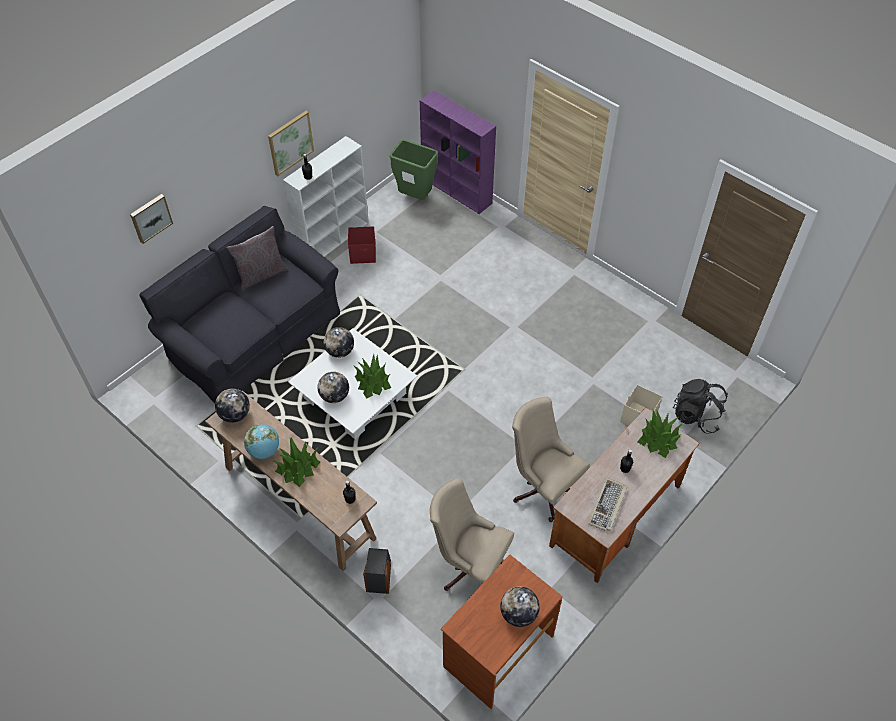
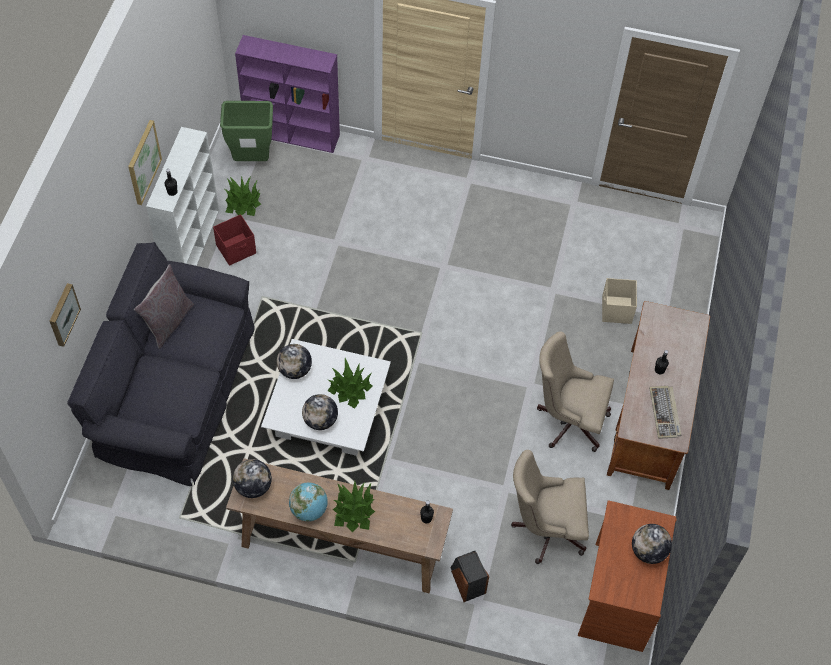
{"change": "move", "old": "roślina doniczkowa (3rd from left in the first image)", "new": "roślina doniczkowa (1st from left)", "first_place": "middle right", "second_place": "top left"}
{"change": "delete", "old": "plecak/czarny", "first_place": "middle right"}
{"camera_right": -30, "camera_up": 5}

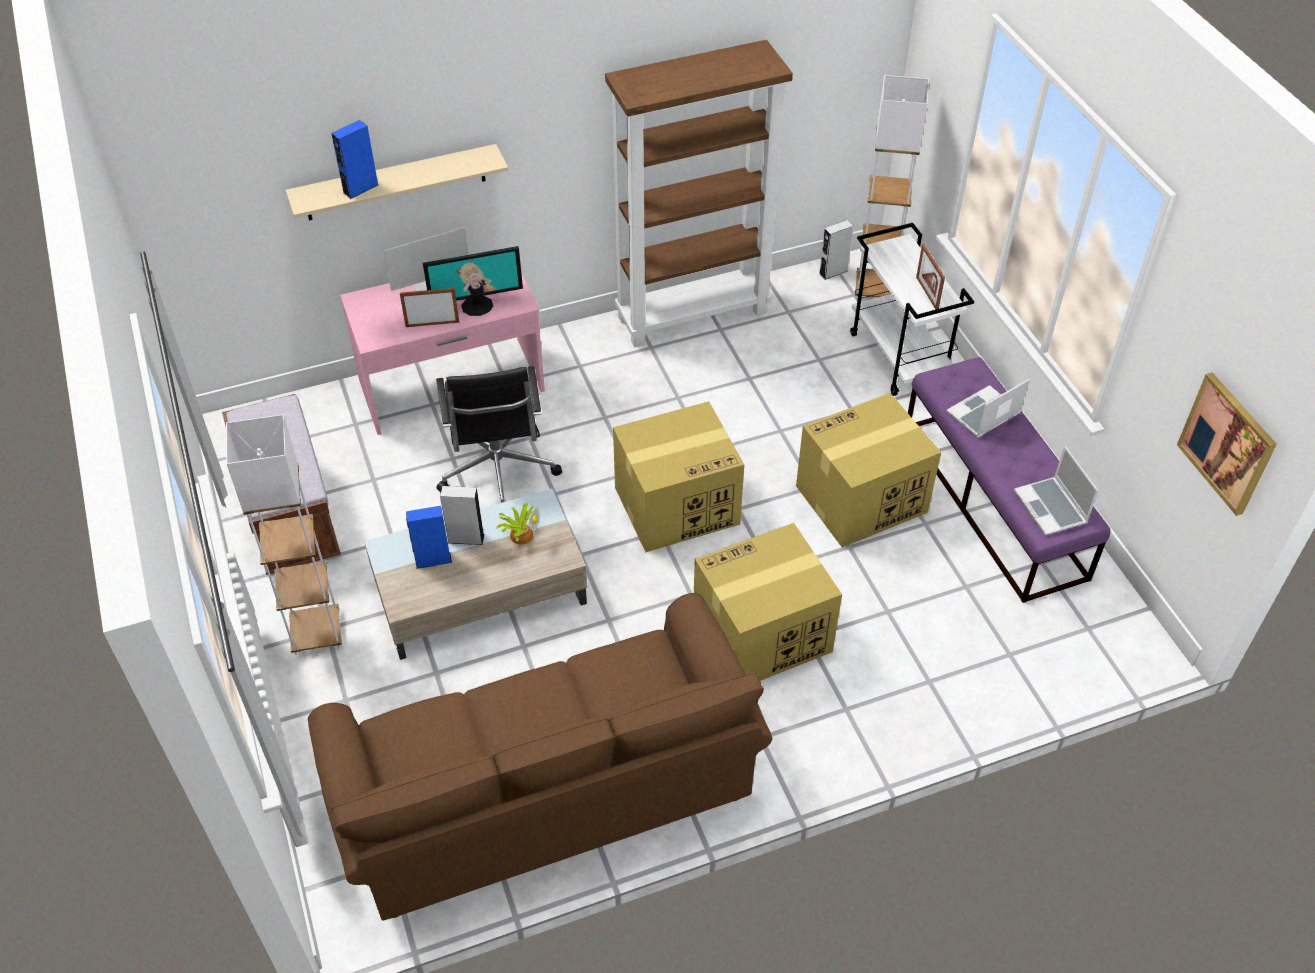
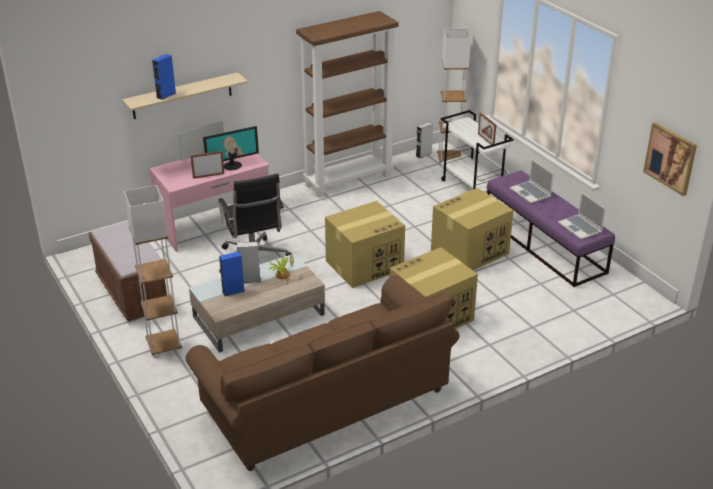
{"change": "rotate", "old": "laptop (1st from left)", "first_place": "middle right", "second_place": "middle right", "degrees": -75}
{"camera_right": -10, "camera_up": -15}

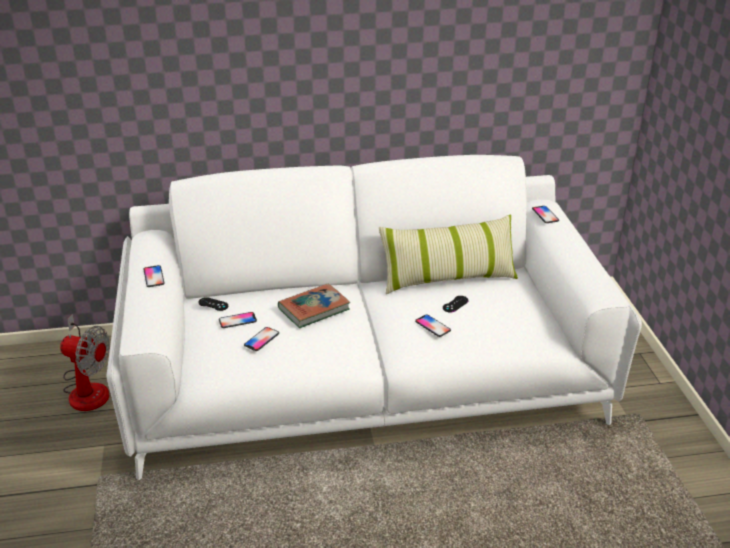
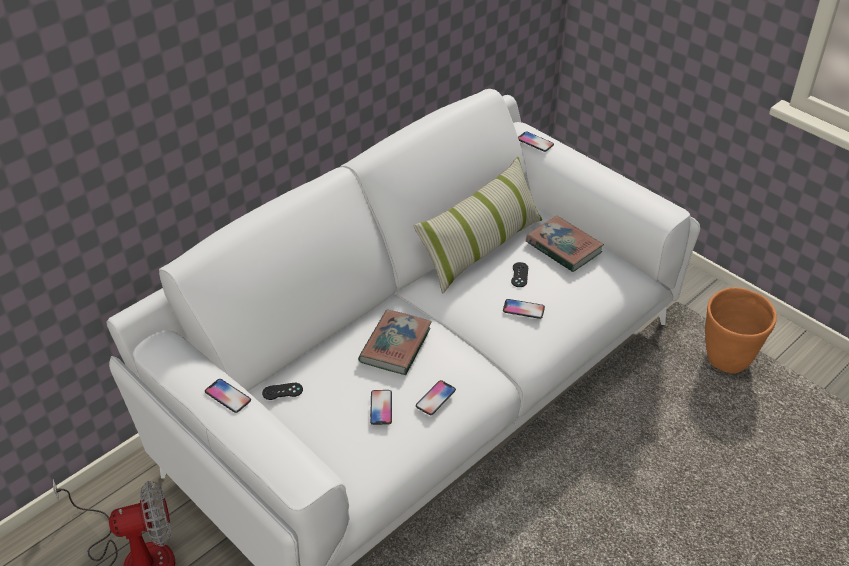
{"change": "move", "old": "telefon (2nd from left in the first image)", "new": "telefon (3rd from left)", "first_place": "middle left", "second_place": "bottom centre"}
{"change": "insert", "new": "książka (2nd from left)", "second_place": "centre"}
{"change": "insert", "new": "donica/pomarańczowy", "second_place": "middle right"}
{"camera_right": -35, "camera_up": 10}

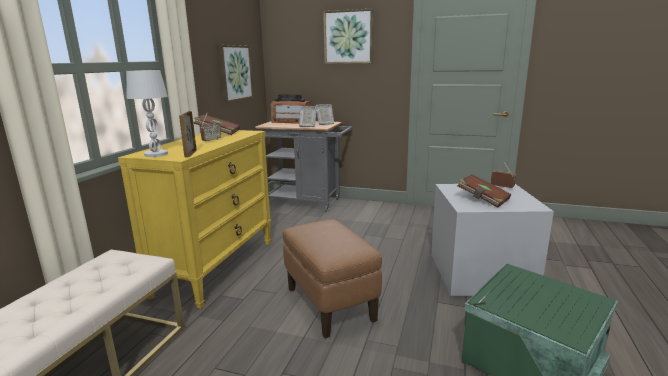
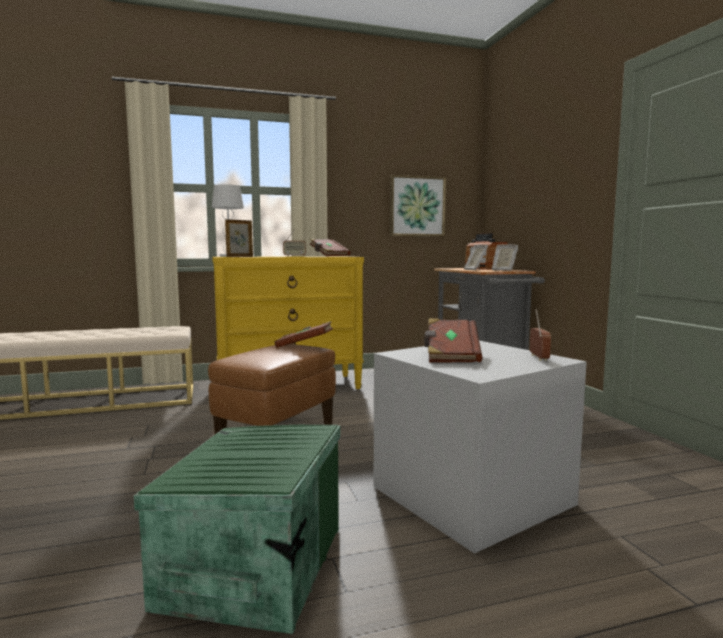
{"change": "delete", "old": "obraz (2nd from left)", "first_place": "top centre"}
{"change": "insert", "new": "książka/brązowy (1st from left)", "second_place": "centre"}
{"camera_right": 55, "camera_up": -10}

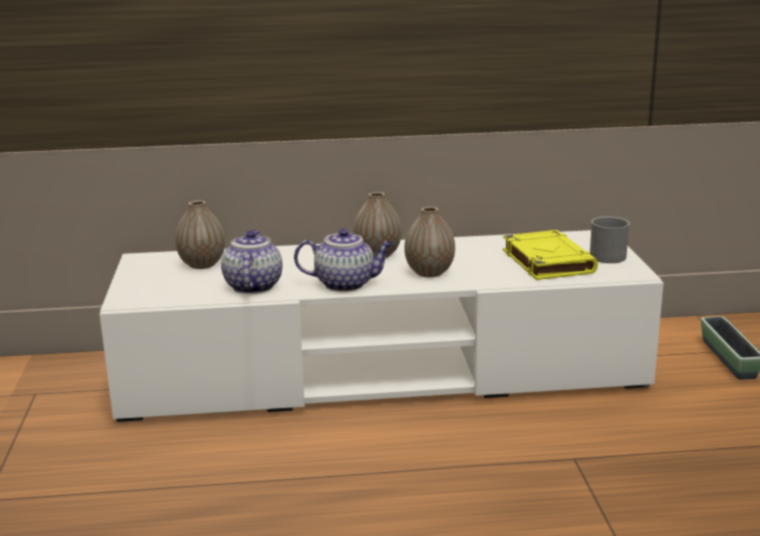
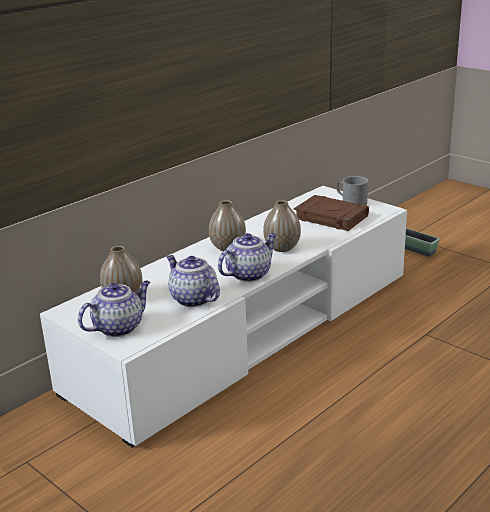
{"change": "recolor", "old": "książka/żółty", "new": "książka/brązowy", "first_place": "middle right", "second_place": "middle right"}
{"change": "insert", "new": "imbryk (1st from left)", "second_place": "middle left"}
{"camera_right": -40, "camera_up": 5}

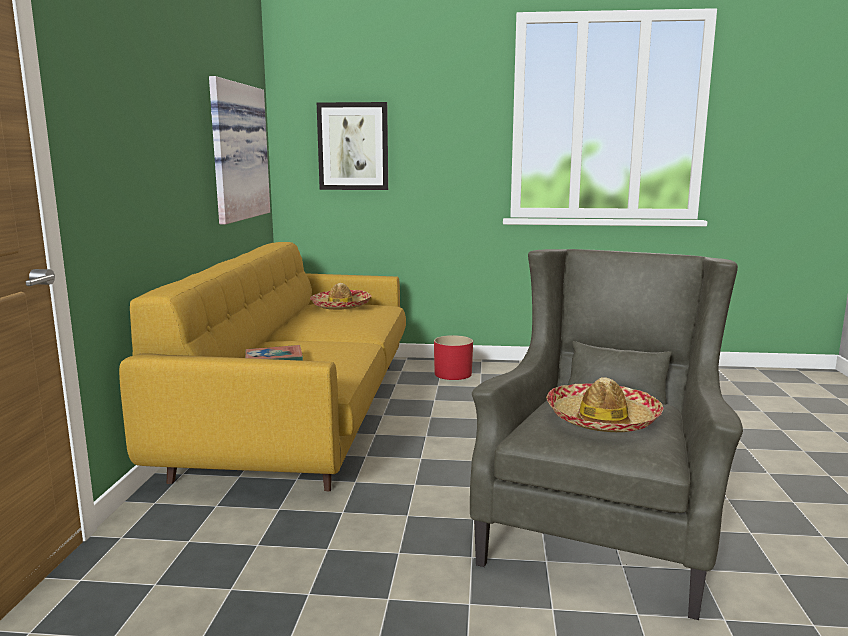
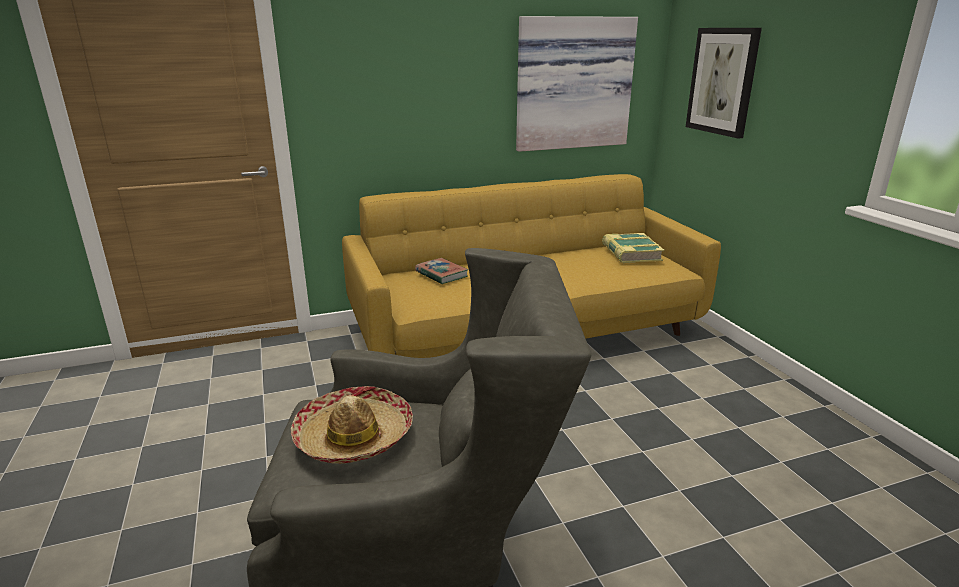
{"change": "replace", "old": "kapelusz (1st from left)", "new": "książka (2nd from left)", "first_place": "centre", "second_place": "centre"}
{"change": "delete", "old": "donica/czerwony", "first_place": "centre"}
{"camera_right": 65, "camera_up": 10}

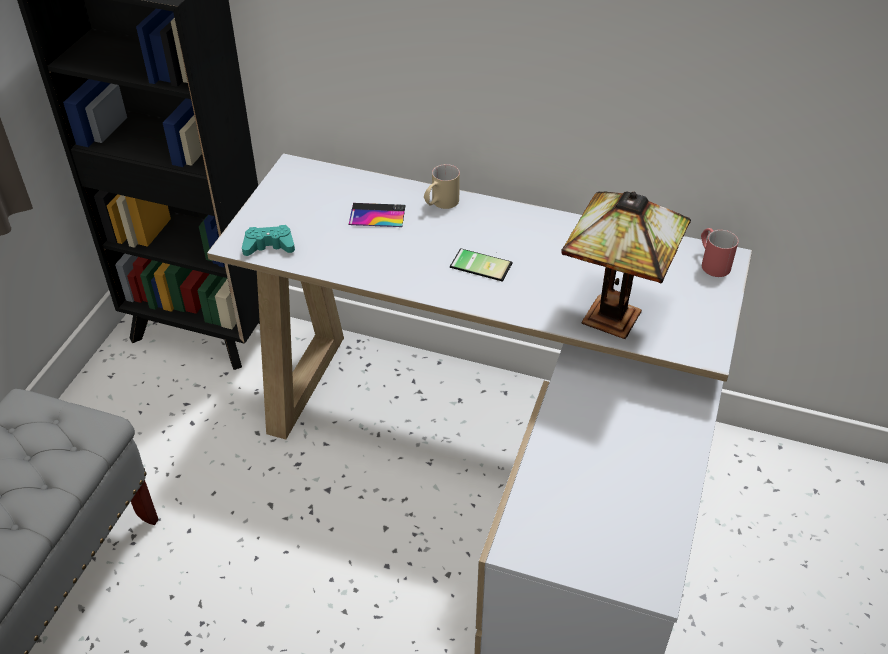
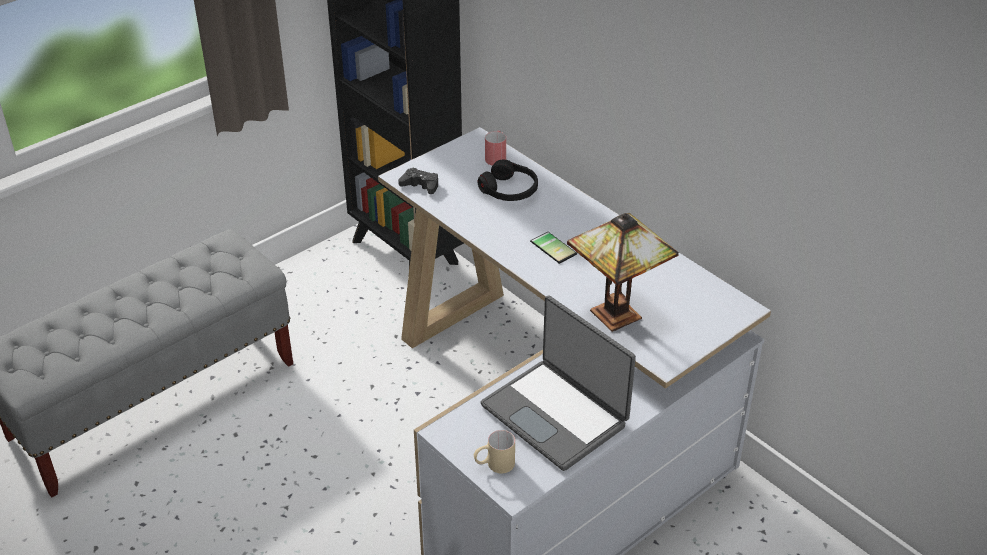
{"change": "recolor", "old": "pad do gier/turkusowy", "new": "pad do gier/czarny", "first_place": "middle left", "second_place": "top centre"}
{"change": "replace", "old": "telefon (1st from left)", "new": "słuchawki/czarny", "first_place": "top centre", "second_place": "top centre"}
{"change": "move", "old": "kubek/beżowy", "first_place": "top centre", "second_place": "bottom centre"}
{"change": "move", "old": "kubek/czerwony", "first_place": "middle right", "second_place": "top centre"}
{"change": "insert", "new": "laptop", "second_place": "bottom centre"}
{"camera_right": 30, "camera_up": -5}

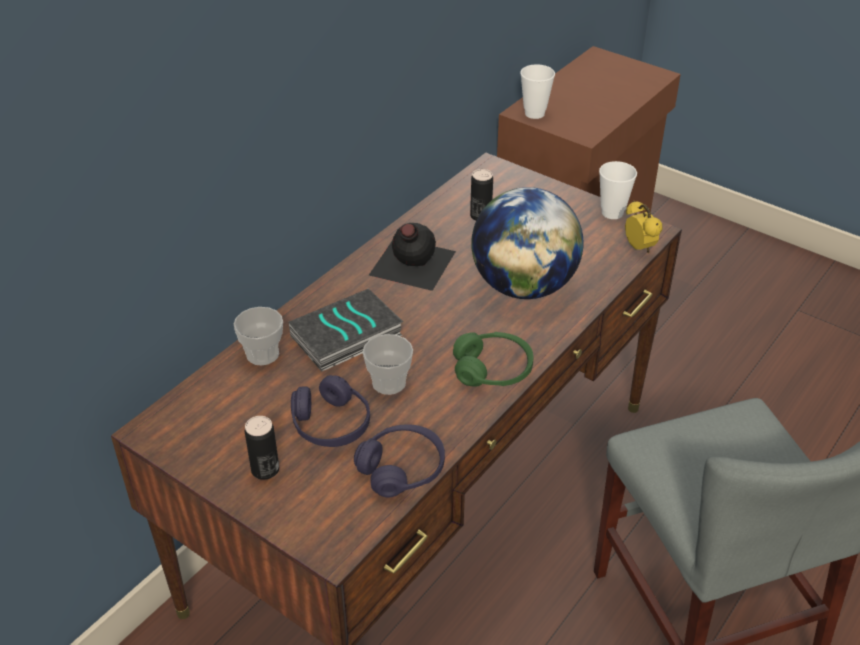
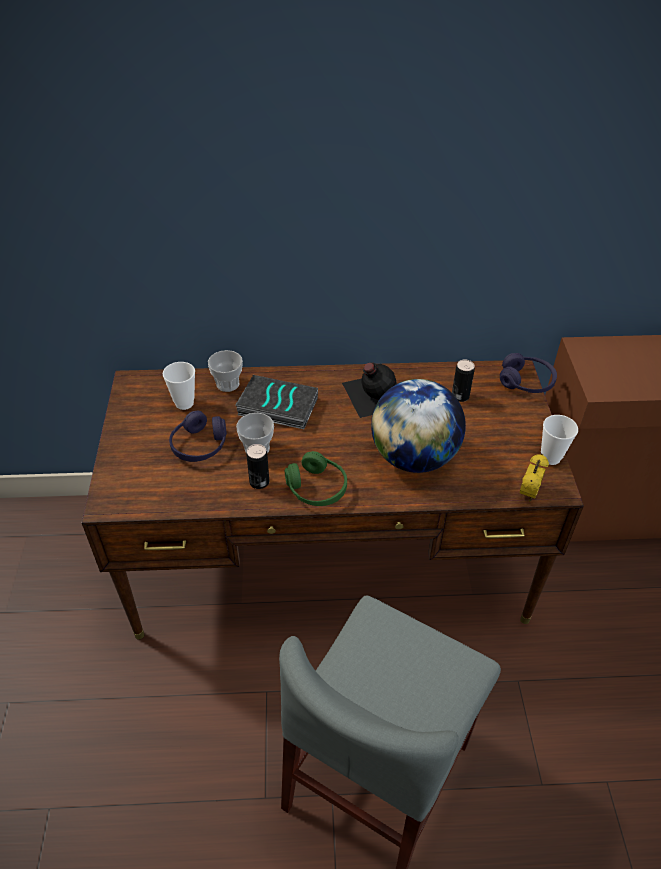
{"change": "move", "old": "puszka (1st from left)", "first_place": "bottom left", "second_place": "centre"}
{"change": "move", "old": "słuchawki/fioletowy (2nd from left)", "first_place": "bottom centre", "second_place": "middle right"}
{"change": "move", "old": "filiżanka (3rd from left in the first image)", "new": "filiżanka (1st from left)", "first_place": "top centre", "second_place": "middle left"}
{"camera_right": 50, "camera_up": 5}

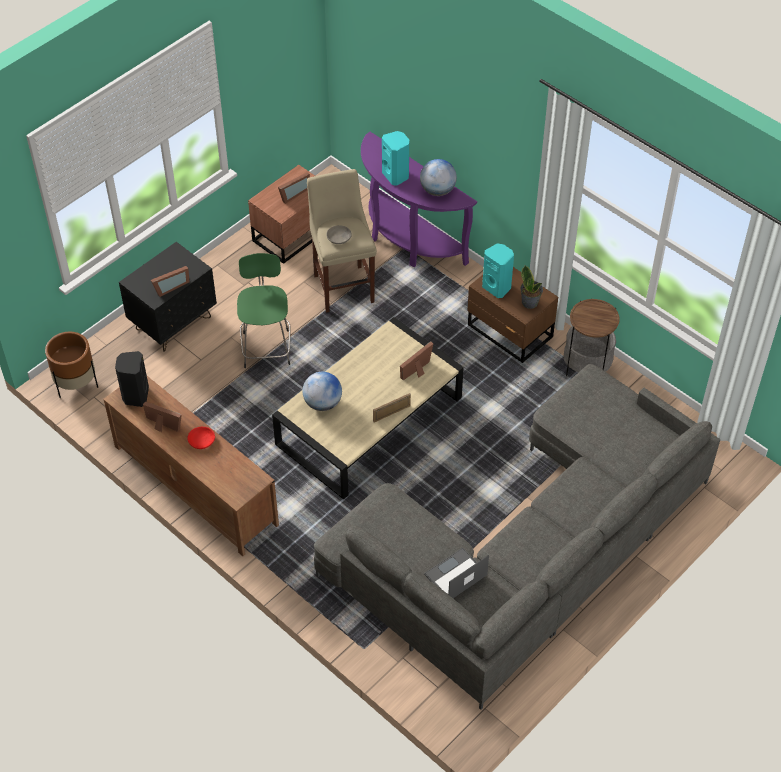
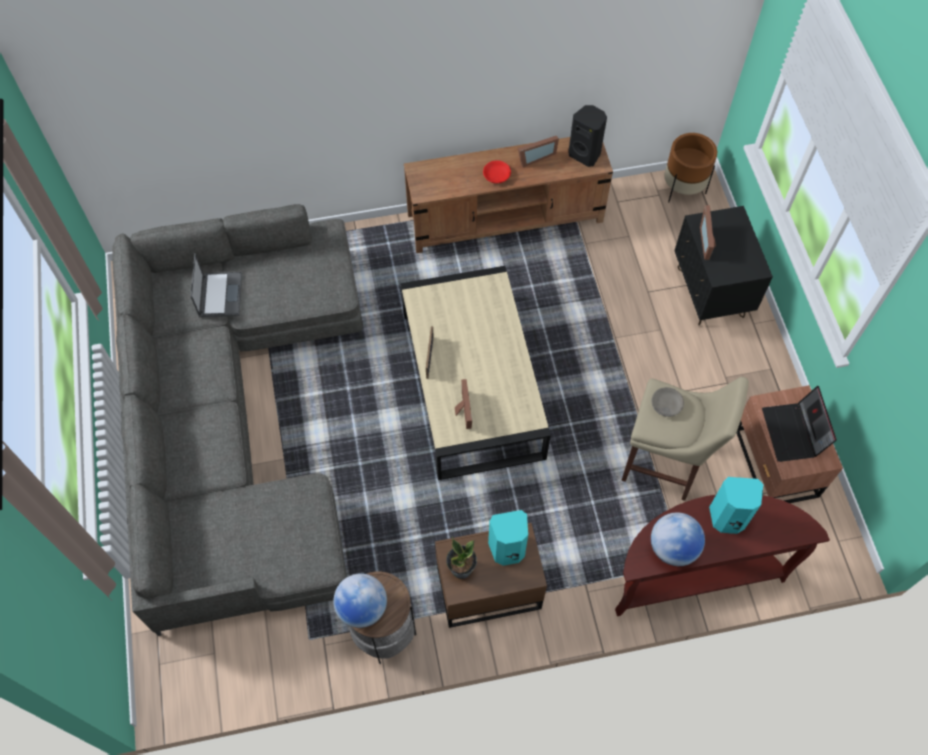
{"change": "delete", "old": "stołek/zielony", "first_place": "centre"}
{"change": "replace", "old": "ramka na zdjęcie (3rd from left)", "new": "laptop (2nd from left)", "first_place": "top centre", "second_place": "middle right"}
{"change": "move", "old": "globus (1st from left)", "first_place": "centre", "second_place": "bottom centre"}
{"change": "recolor", "old": "stolik konsolowy/fioletowy", "new": "stolik konsolowy/brązowy", "first_place": "top centre", "second_place": "bottom right"}
{"camera_right": 125, "camera_up": 10}

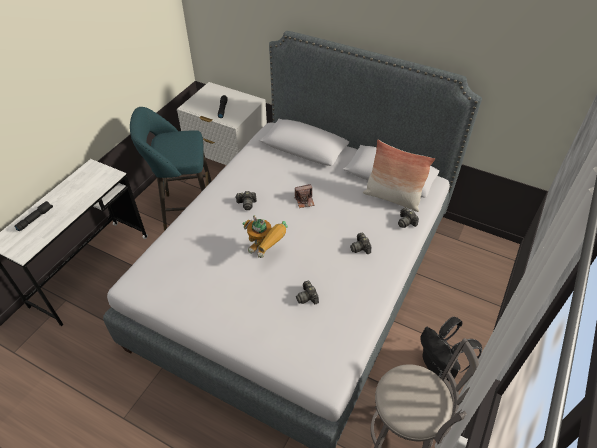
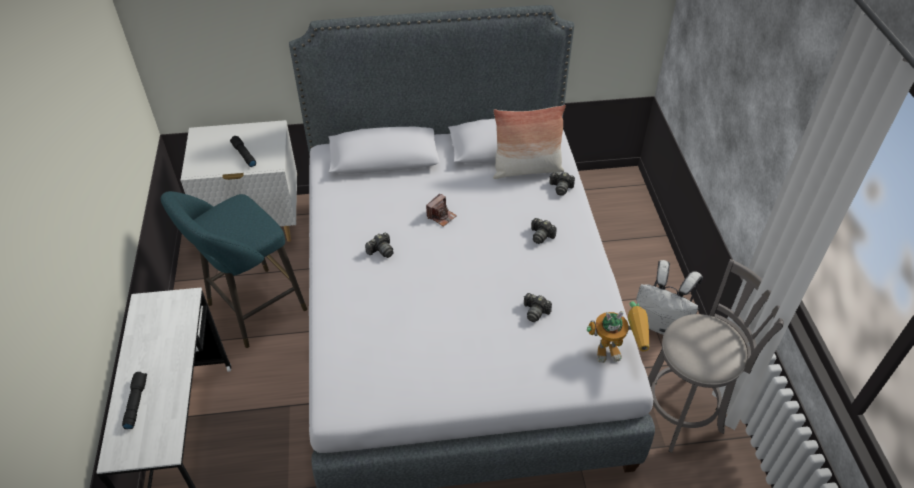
{"change": "move", "old": "robot zabawkowy", "first_place": "centre", "second_place": "bottom right"}
{"change": "recolor", "old": "plecak/czarny", "new": "plecak/biały", "first_place": "bottom right", "second_place": "middle right"}
{"camera_right": -35, "camera_up": 0}

